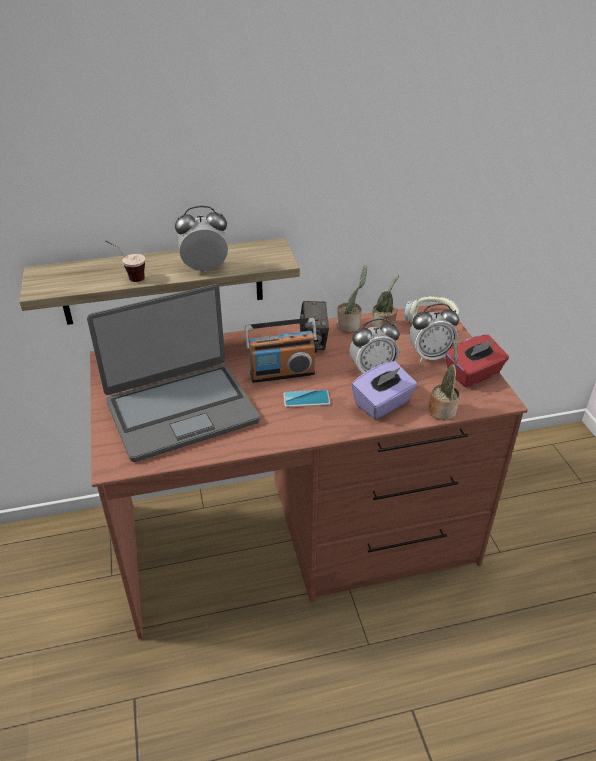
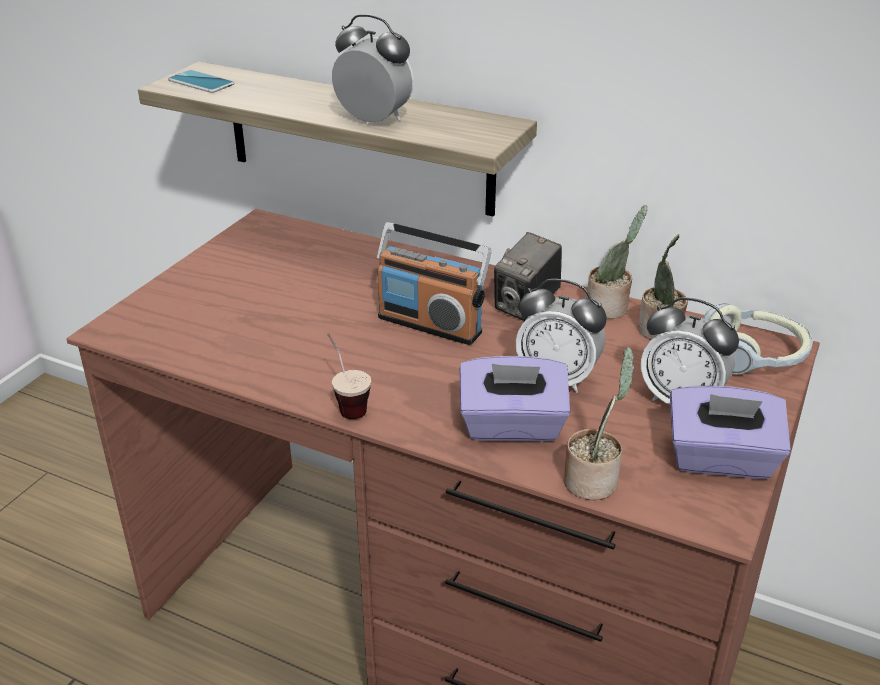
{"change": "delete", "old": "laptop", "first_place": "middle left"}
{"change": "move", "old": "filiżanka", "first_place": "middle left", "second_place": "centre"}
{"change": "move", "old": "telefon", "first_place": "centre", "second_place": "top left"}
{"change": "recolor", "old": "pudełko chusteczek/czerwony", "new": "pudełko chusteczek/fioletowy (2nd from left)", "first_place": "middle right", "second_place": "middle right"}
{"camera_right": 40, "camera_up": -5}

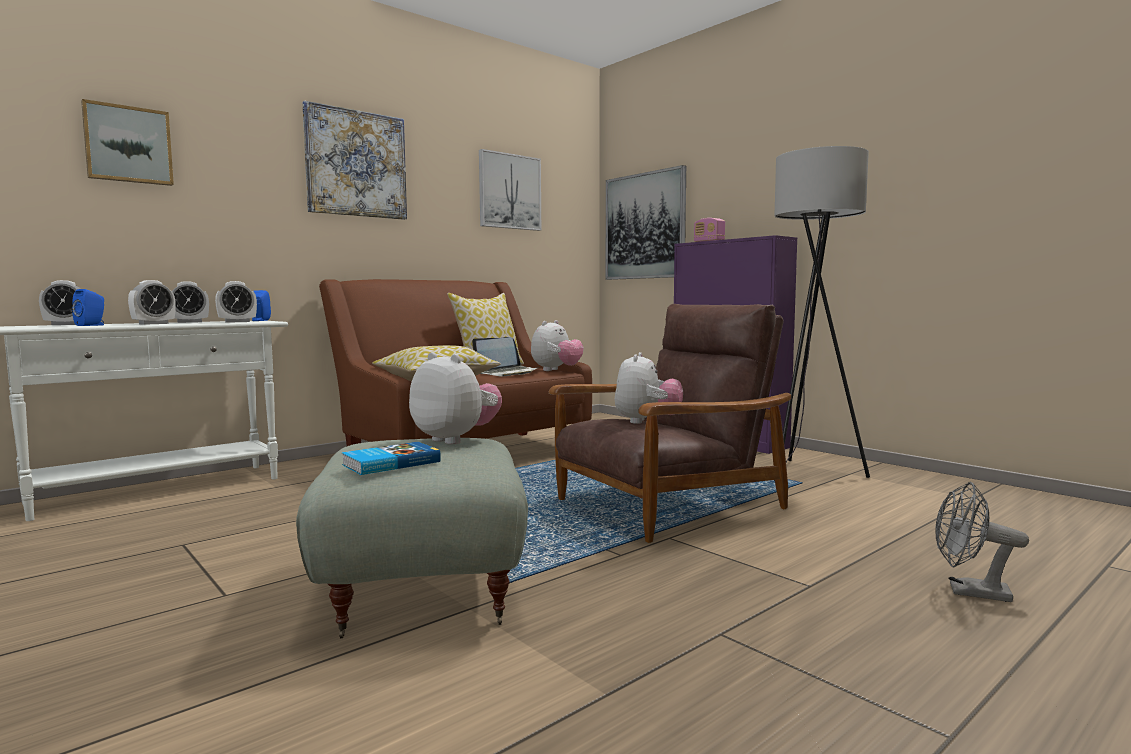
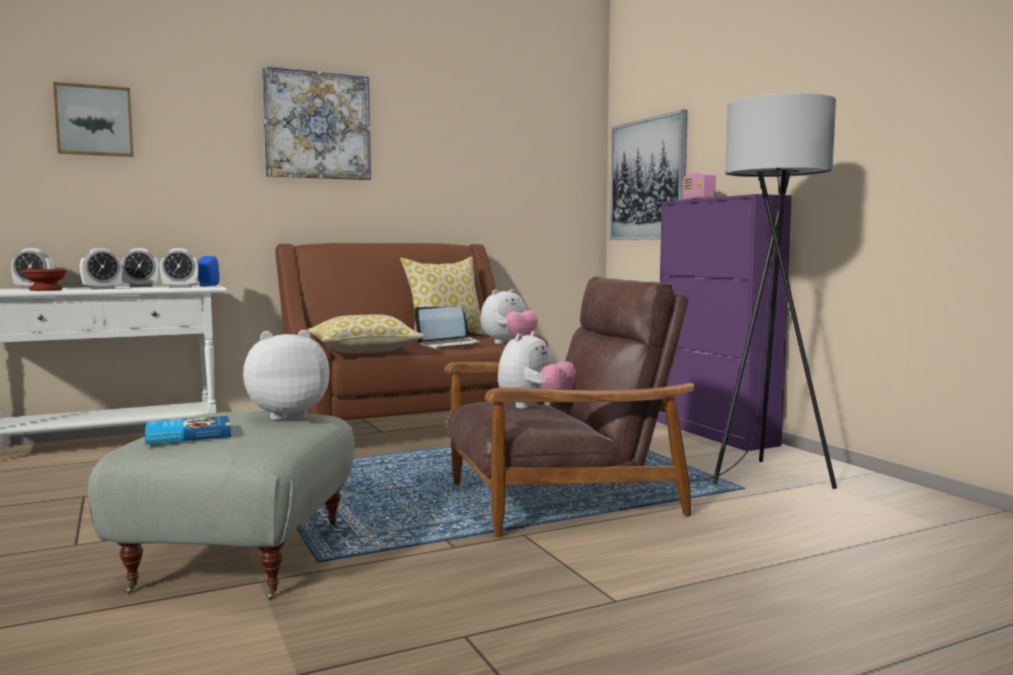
{"change": "replace", "old": "głośnik/niebieski (1st from left)", "new": "miska/brązowy", "first_place": "middle left", "second_place": "middle left"}
{"change": "rotate", "old": "pluszak (1st from left)", "first_place": "centre", "second_place": "middle left", "degrees": -75}
{"change": "delete", "old": "obraz (3rd from left)", "first_place": "top centre"}
{"change": "delete", "old": "wentylator/szary", "first_place": "bottom right"}
{"camera_right": 15, "camera_up": 0}

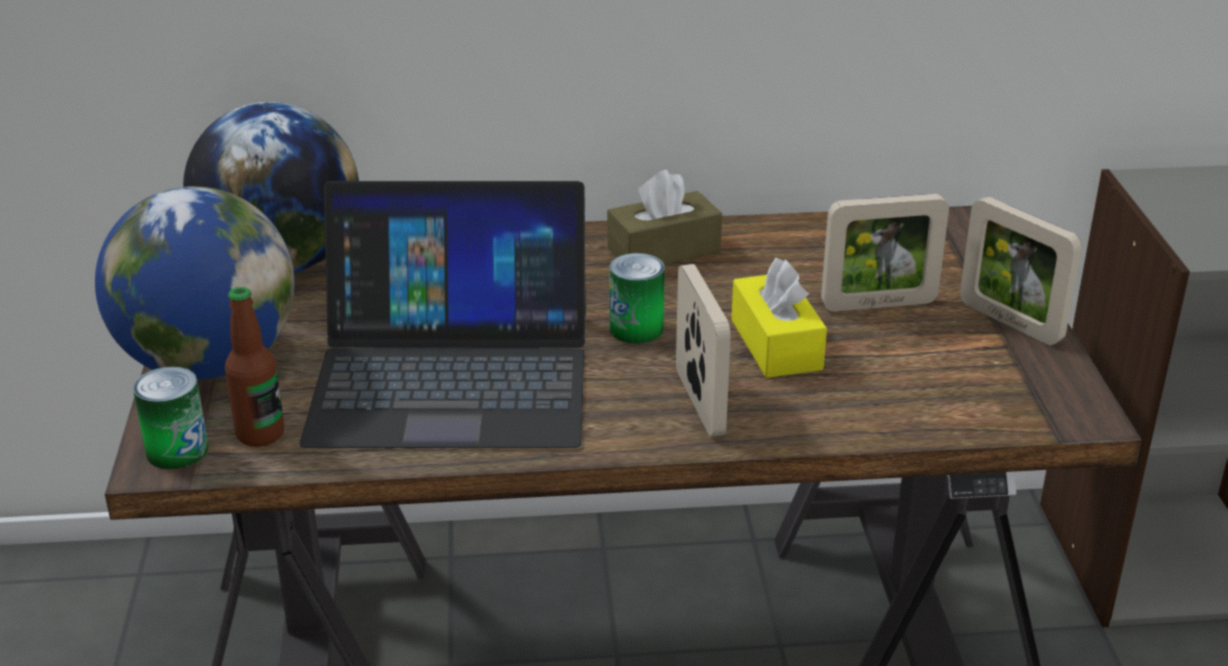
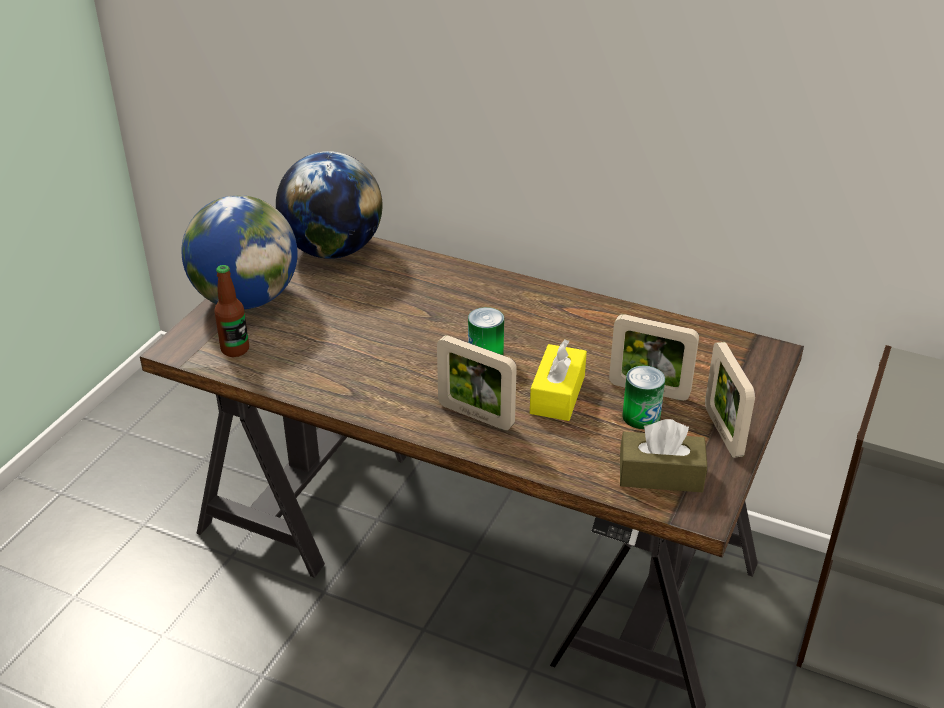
{"change": "move", "old": "puszka (1st from left in the first image)", "new": "puszka (2nd from left)", "first_place": "middle left", "second_place": "middle right"}
{"change": "delete", "old": "laptop", "first_place": "centre"}
{"change": "move", "old": "pudełko chusteczek/brązowy", "first_place": "top centre", "second_place": "middle right"}
{"change": "rotate", "old": "ramka na zdjęcie (1st from left)", "first_place": "centre", "second_place": "centre", "degrees": 105}
{"camera_right": 30, "camera_up": 5}

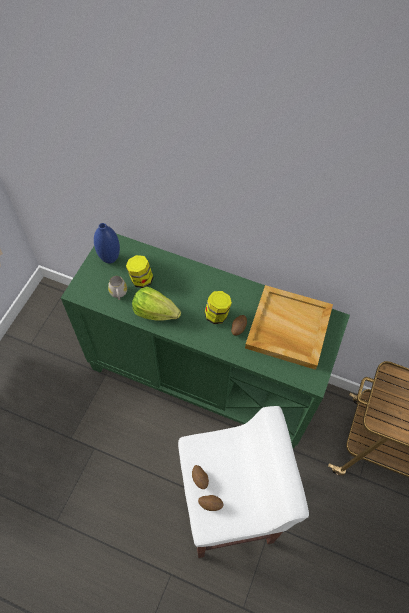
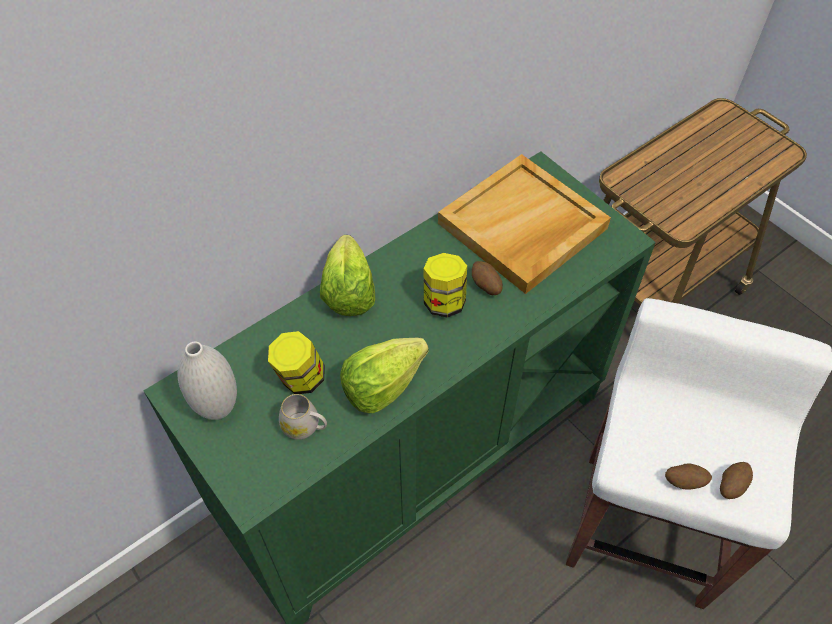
{"change": "recolor", "old": "wazon/niebieski", "new": "wazon/biały", "first_place": "middle left", "second_place": "middle left"}
{"change": "insert", "new": "sałata (1st from left)", "second_place": "centre"}
{"camera_right": -60, "camera_up": -5}

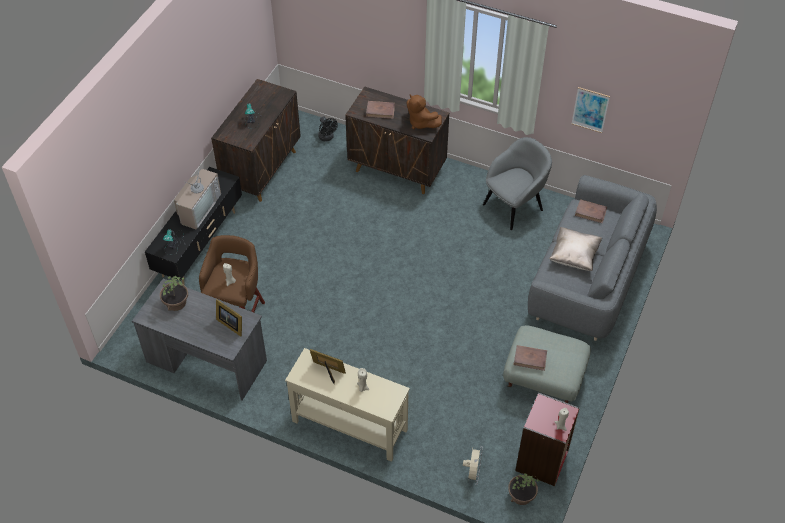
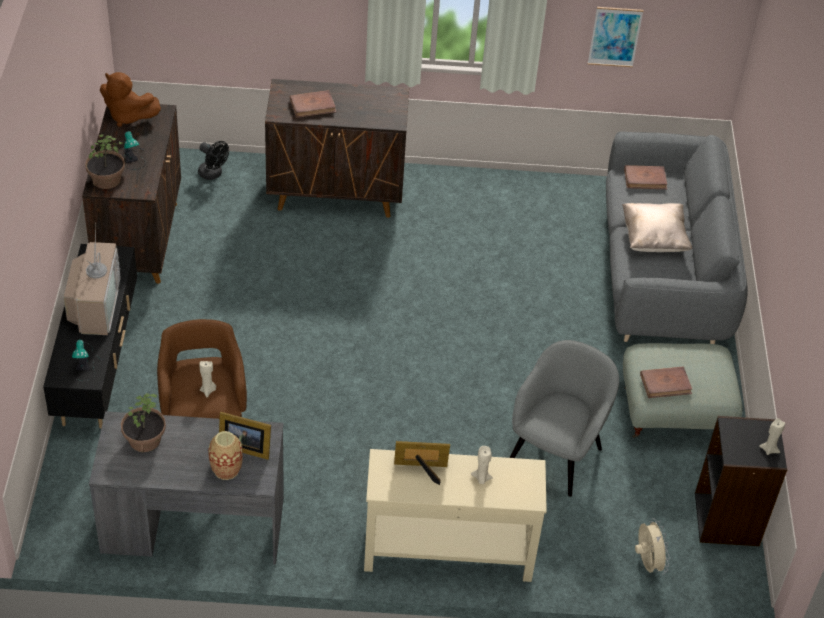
{"change": "move", "old": "pluszak/brązowy", "first_place": "top centre", "second_place": "top left"}
{"change": "move", "old": "fotel/szary", "first_place": "centre", "second_place": "bottom right"}
{"change": "move", "old": "roślina doniczkowa (2nd from left in the first image)", "new": "roślina doniczkowa (1st from left)", "first_place": "bottom right", "second_place": "top left"}
{"change": "recolor", "old": "regał/czerwony", "new": "regał/czarny", "first_place": "bottom right", "second_place": "bottom right"}
{"change": "insert", "new": "wazon", "second_place": "bottom left"}
{"camera_right": -25, "camera_up": -5}

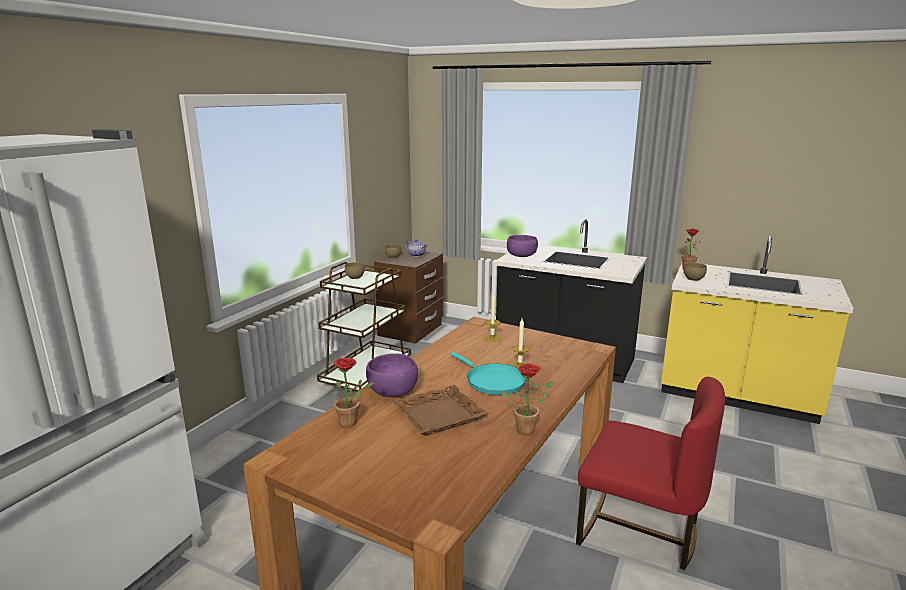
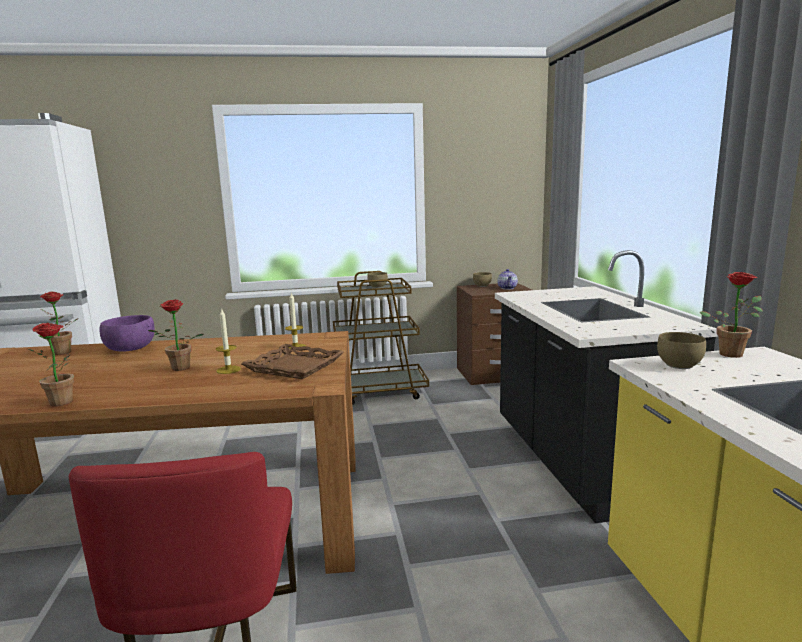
{"change": "move", "old": "taca/brązowy", "first_place": "bottom centre", "second_place": "centre"}
{"change": "replace", "old": "patelnia/turkusowy", "new": "roślina doniczkowa (3rd from left)", "first_place": "centre", "second_place": "middle left"}
{"change": "delete", "old": "miska/fioletowy (2nd from left)", "first_place": "centre"}
{"camera_right": 55, "camera_up": -5}

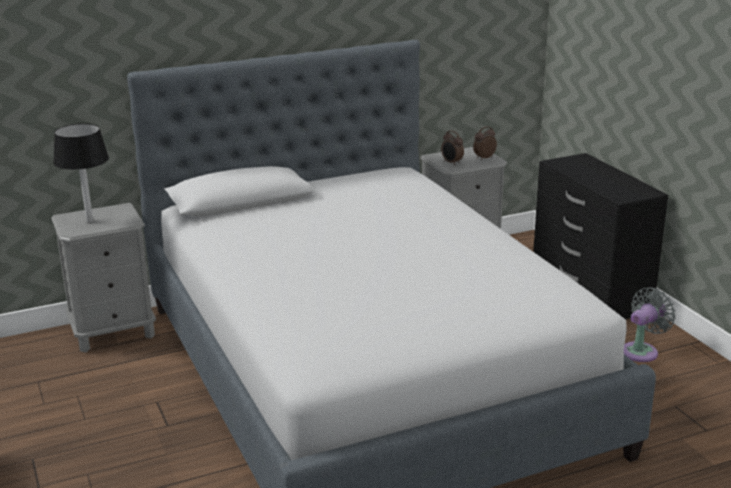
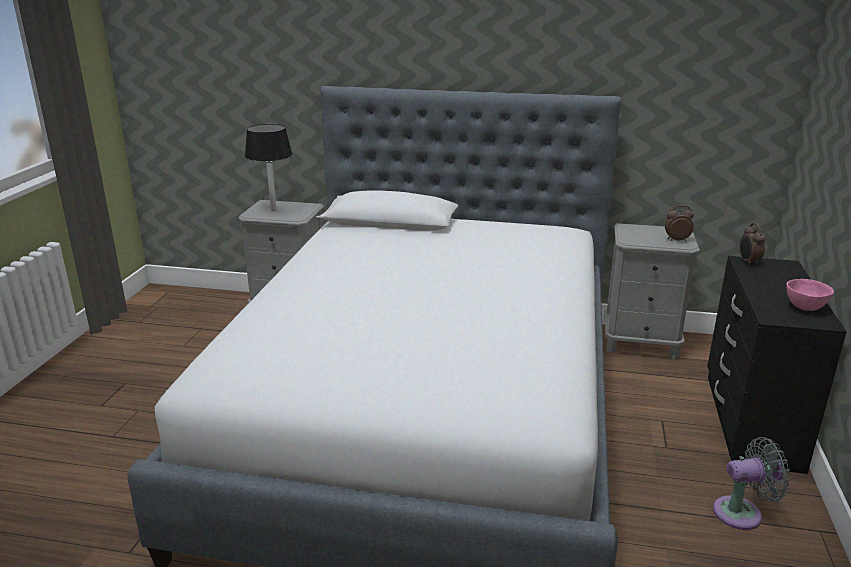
{"change": "move", "old": "budzik (1st from left in the first image)", "new": "budzik (2nd from left)", "first_place": "top centre", "second_place": "middle right"}
{"change": "insert", "new": "miska/różowy", "second_place": "middle right"}
{"camera_right": 35, "camera_up": 0}

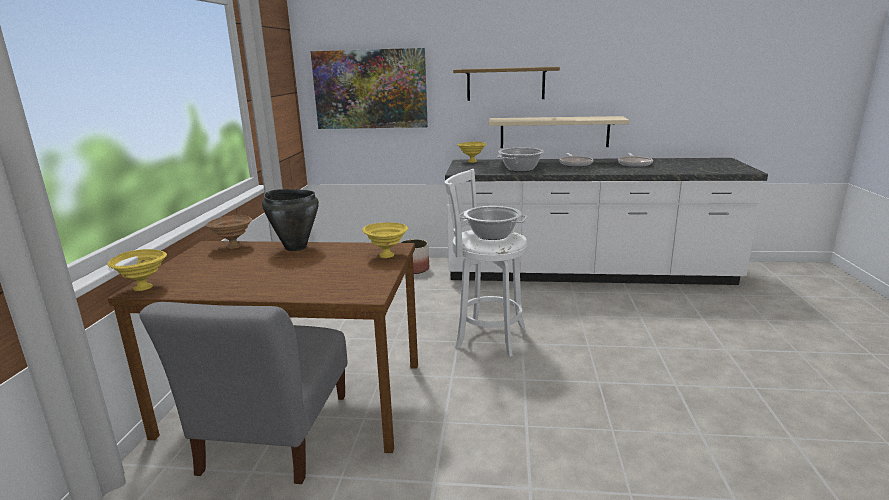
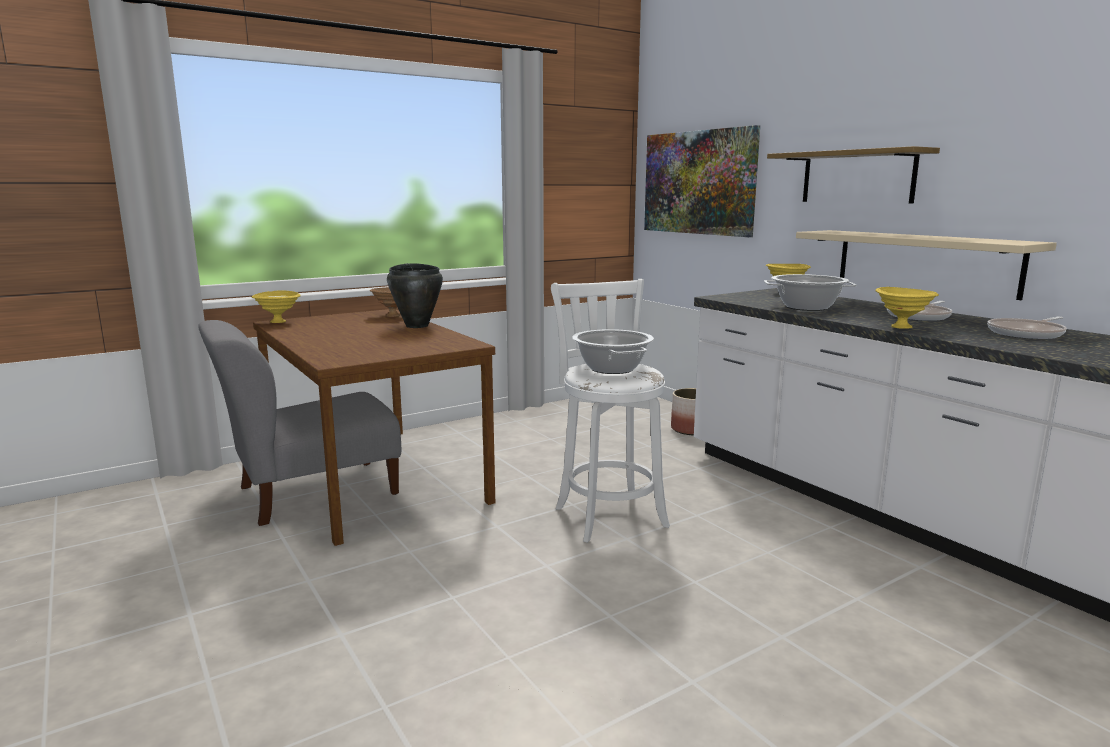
{"change": "move", "old": "miska/żółty (2nd from left in the first image)", "new": "miska/żółty (3rd from left)", "first_place": "centre", "second_place": "middle right"}
{"camera_right": 50, "camera_up": -5}

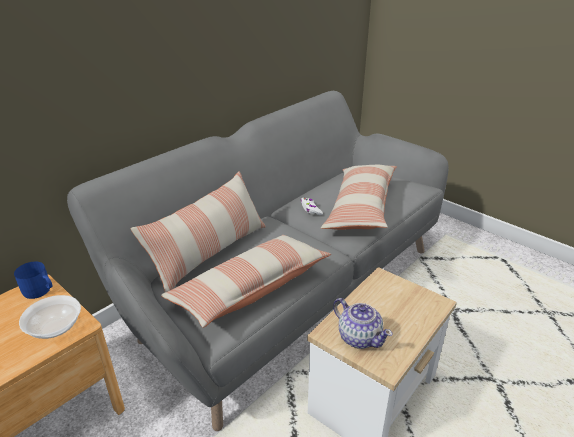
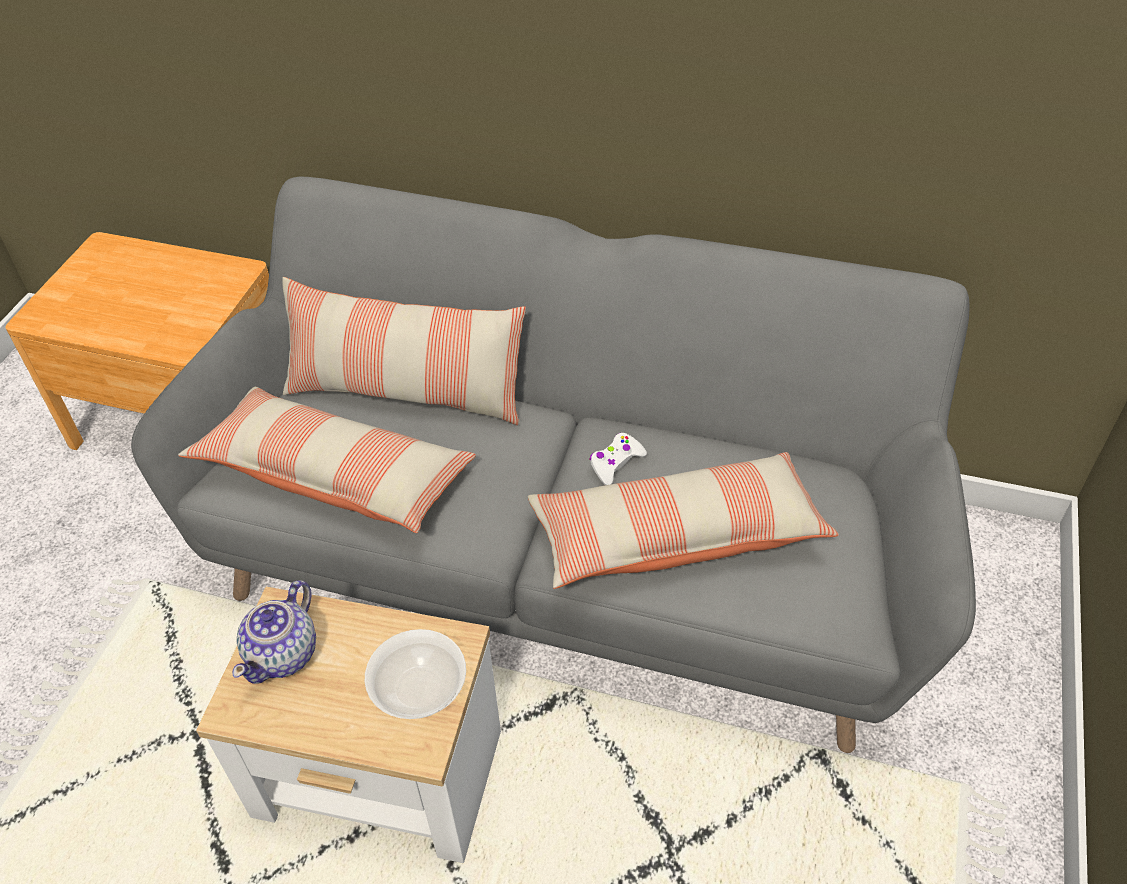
{"change": "delete", "old": "kubek/niebieski", "first_place": "middle left"}
{"change": "move", "old": "miska", "first_place": "bottom left", "second_place": "bottom centre"}
{"camera_right": 65, "camera_up": 15}

